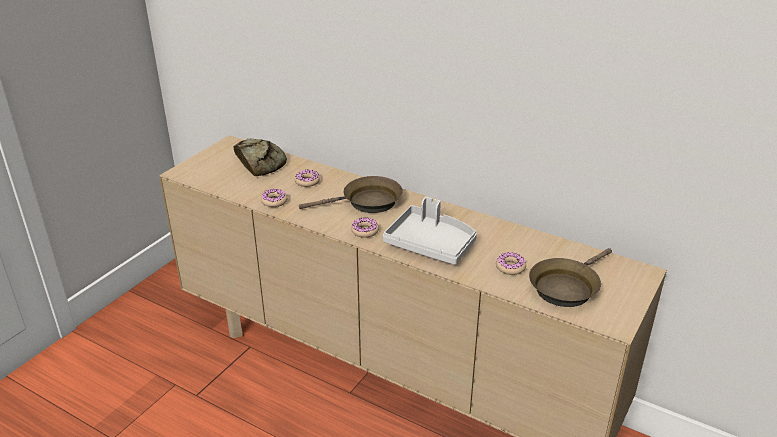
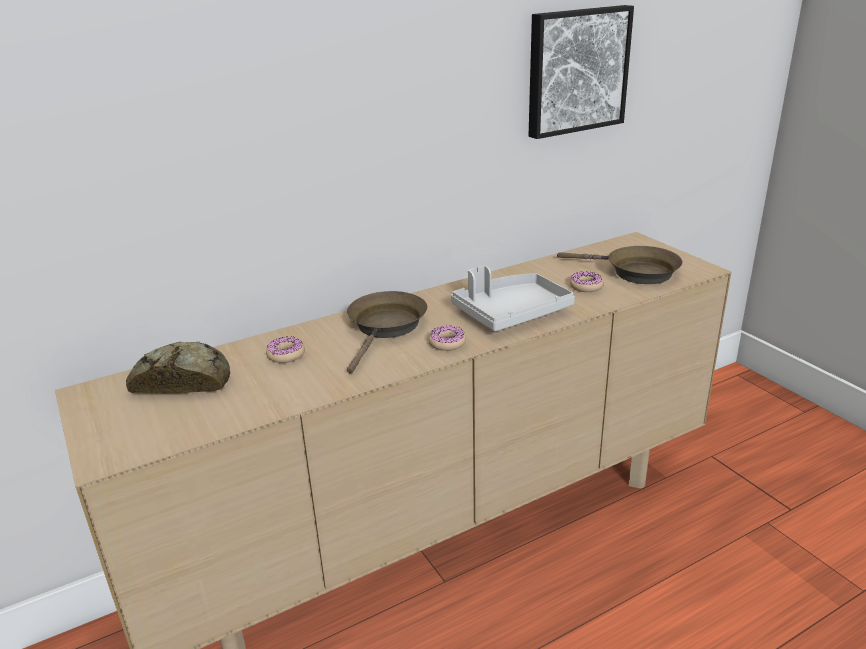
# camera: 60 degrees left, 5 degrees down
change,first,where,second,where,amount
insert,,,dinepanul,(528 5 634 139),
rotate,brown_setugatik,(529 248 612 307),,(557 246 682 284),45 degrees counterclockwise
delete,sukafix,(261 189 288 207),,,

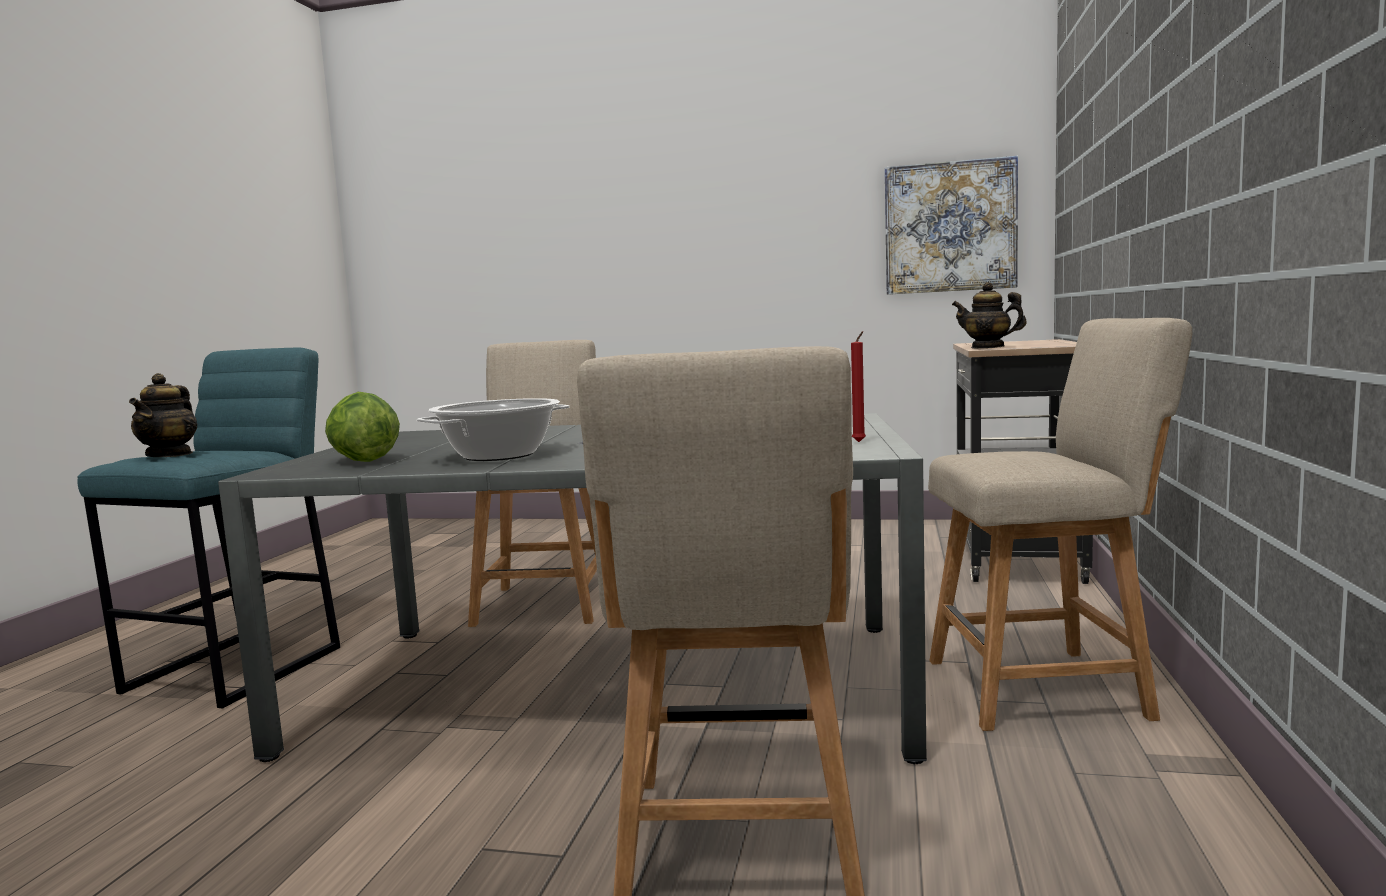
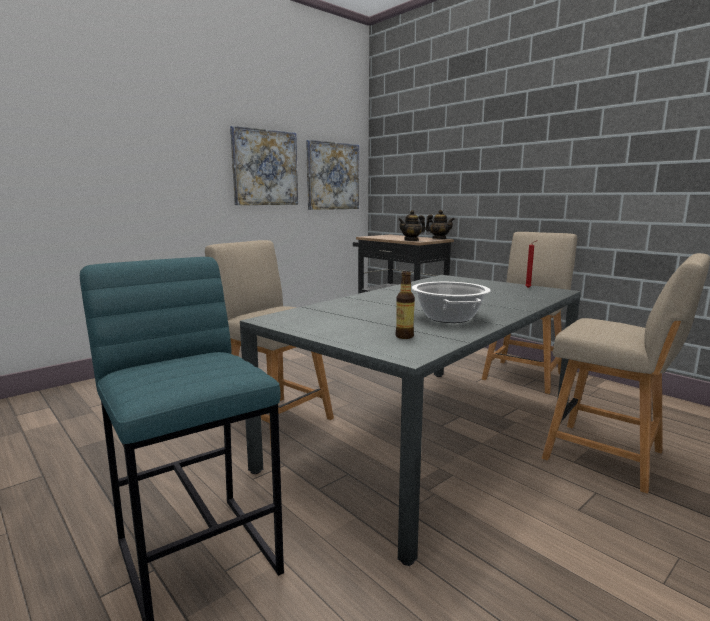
# camera: 55 degrees left, 5 degrees up
change,first,where,second,where,amount
insert,,,dinepanul,(230 126 298 205),
replace,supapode,(325 392 400 462),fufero,(395 271 415 339),
move,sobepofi,(129 373 197 457),,(426 210 455 239),

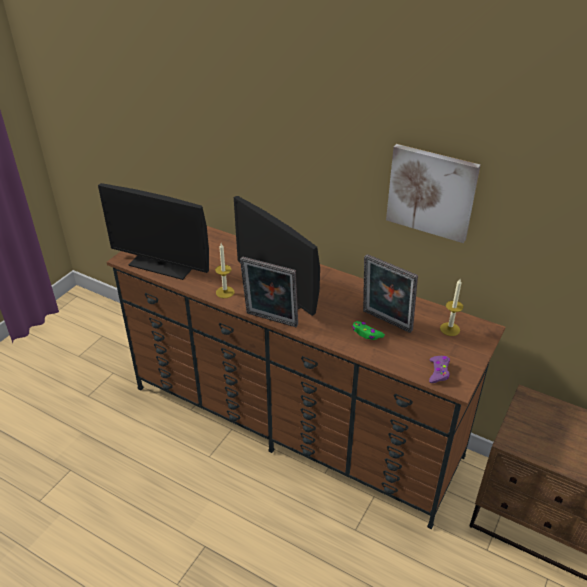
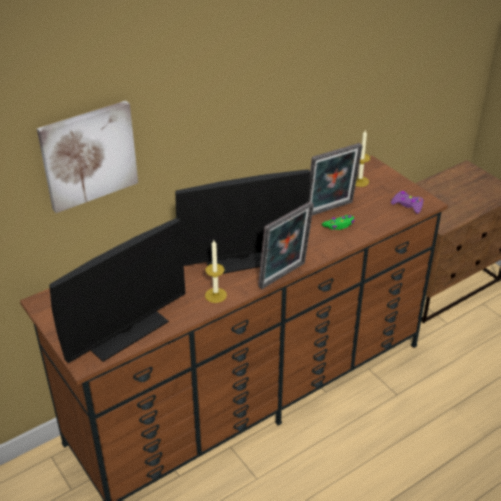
# camera: 65 degrees left, 0 degrees up
change,first,where,second,where,amount
move,dinepanul,(386 144 481 243),,(37 100 138 213),

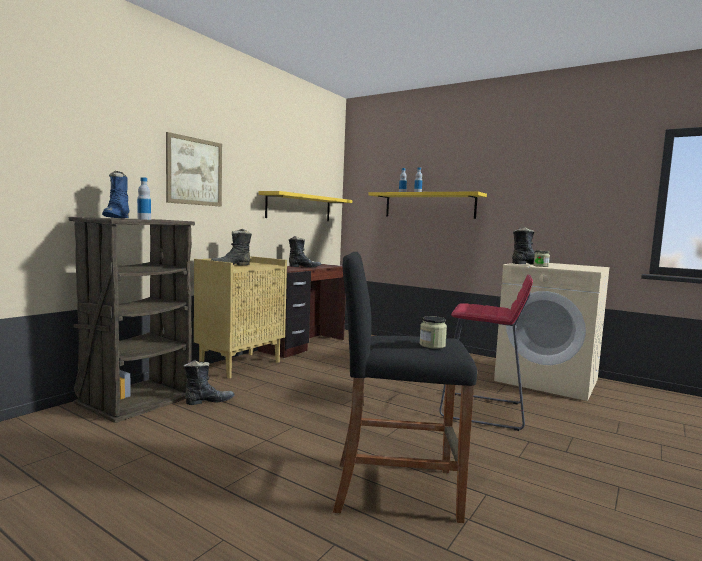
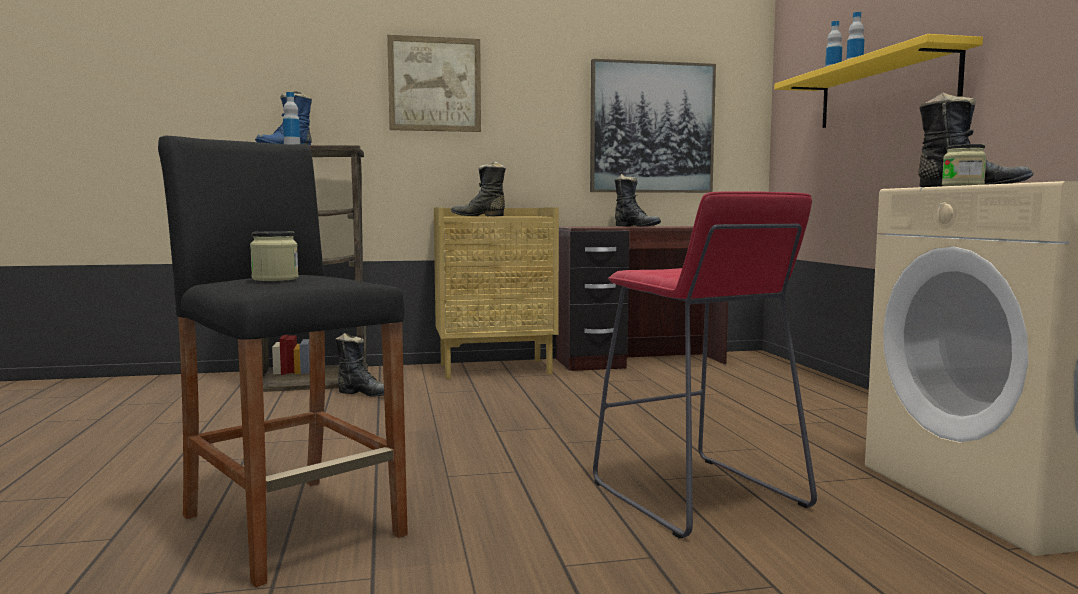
# camera: 45 degrees right, 0 degrees up
change,first,where,second,where,amount
replace,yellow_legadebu,(259 191 352 221),dinepanul,(590 59 716 193),

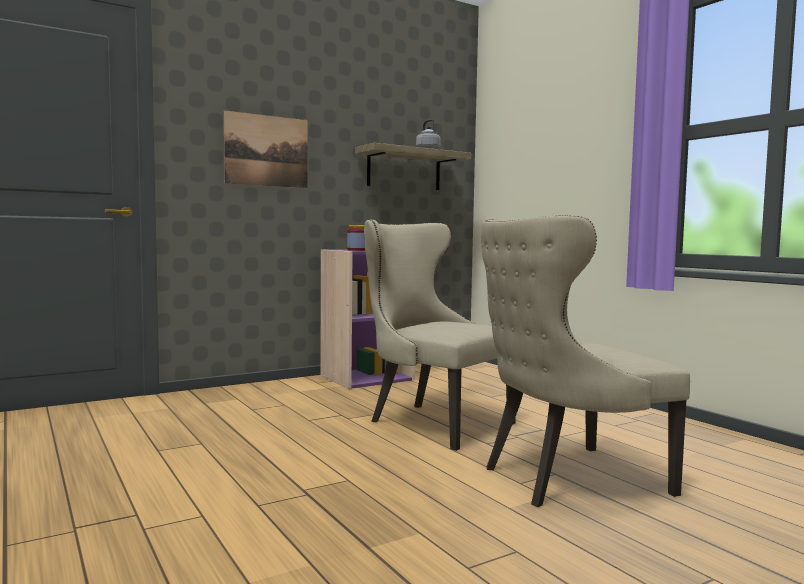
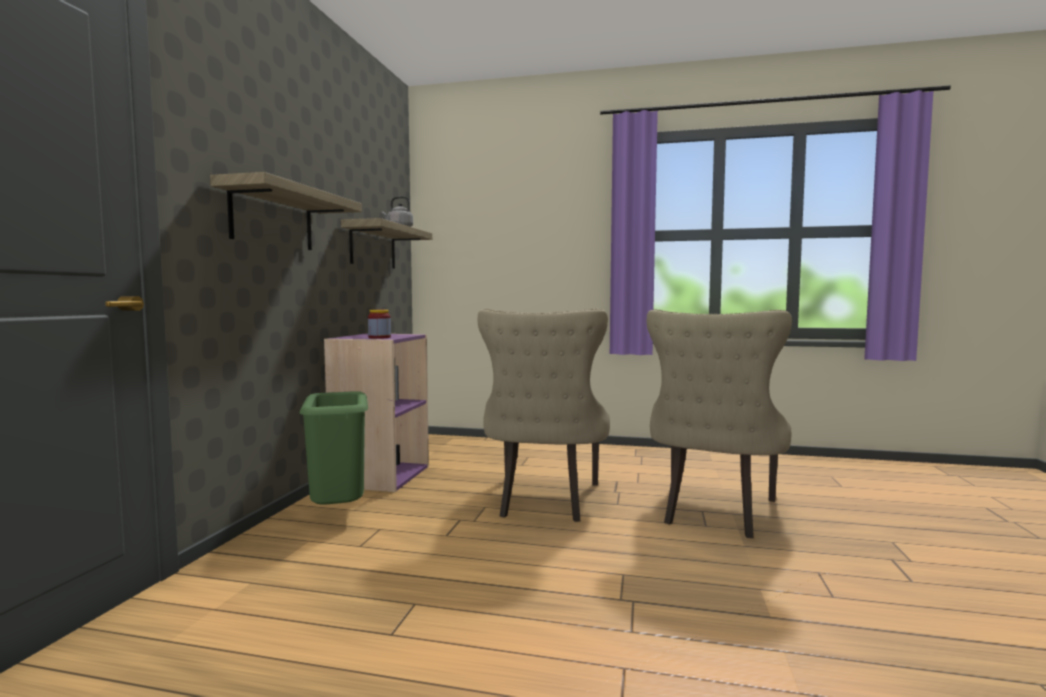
# camera: 45 degrees left, 0 degrees up
change,first,where,second,where,amount
replace,dinepanul,(224 110 308 188),legadebu,(210 172 362 250),
insert,,,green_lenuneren,(299 391 368 505),
rotate,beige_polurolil,(364 219 516 451),,(478 309 610 522),75 degrees counterclockwise

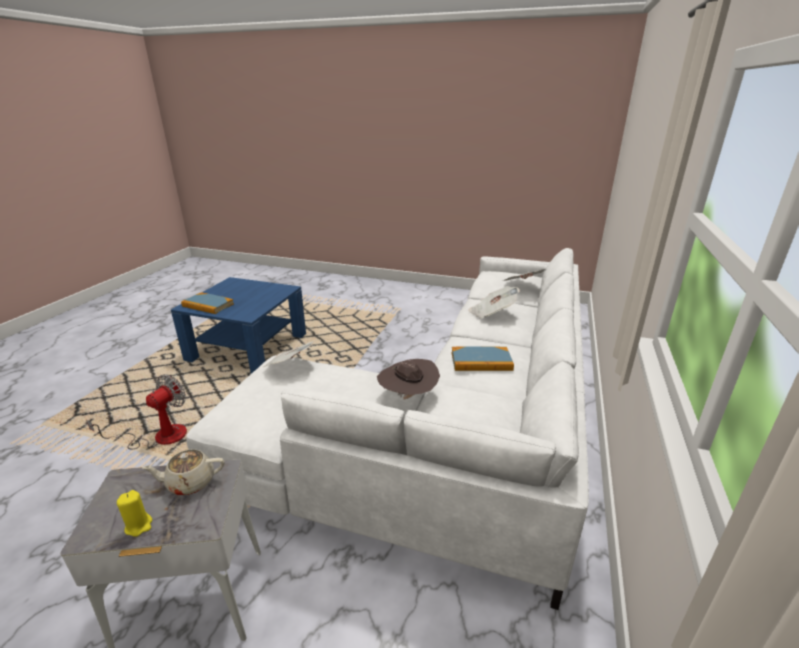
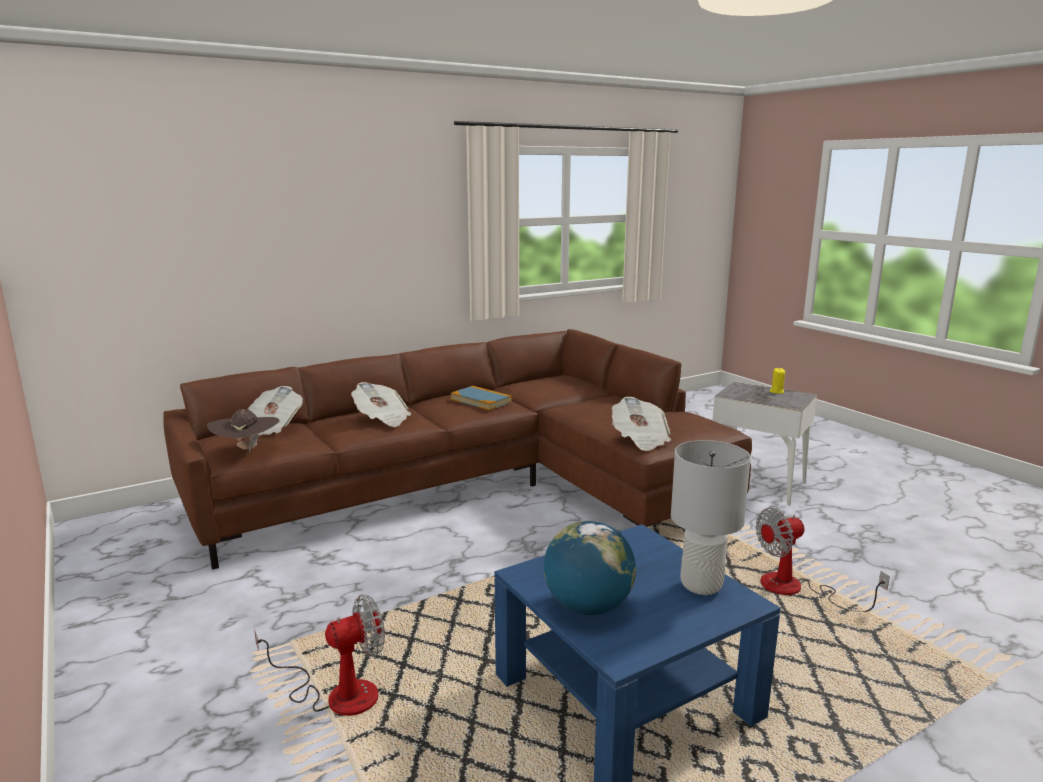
# camera: 140 degrees left, 10 degrees down
change,first,where,second,where,amount
recolor,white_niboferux,(186 248 589 610),brown_niboferux,(163 329 752 570),
move,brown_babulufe,(377 359 440 400),,(207 409 279 453),
insert,,,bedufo,(254 594 385 716),
insert,,,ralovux,(544 521 636 615),
replace,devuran,(181 292 234 314),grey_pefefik,(671 440 751 595),
delete,beige_sobepofi,(142 449 225 495),,,

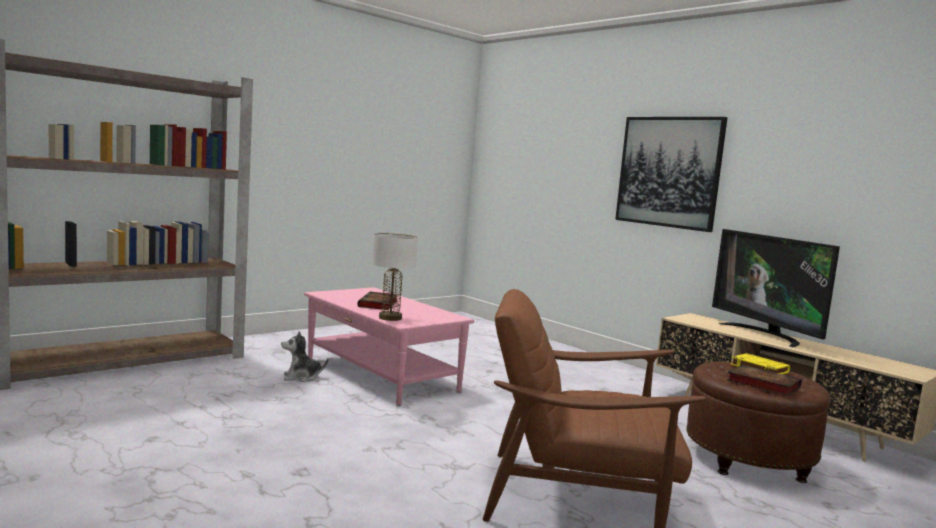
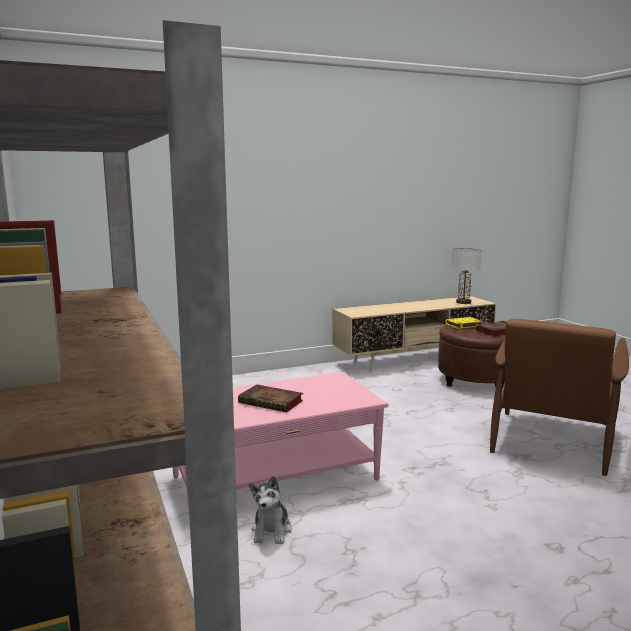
# camera: 70 degrees left, 5 degrees up
change,first,where,second,where,amount
move,pefefik,(372 233 418 321),,(451 248 481 304),
delete,dinepanul,(615 117 728 232),,,
delete,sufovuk,(712 229 840 347),,,

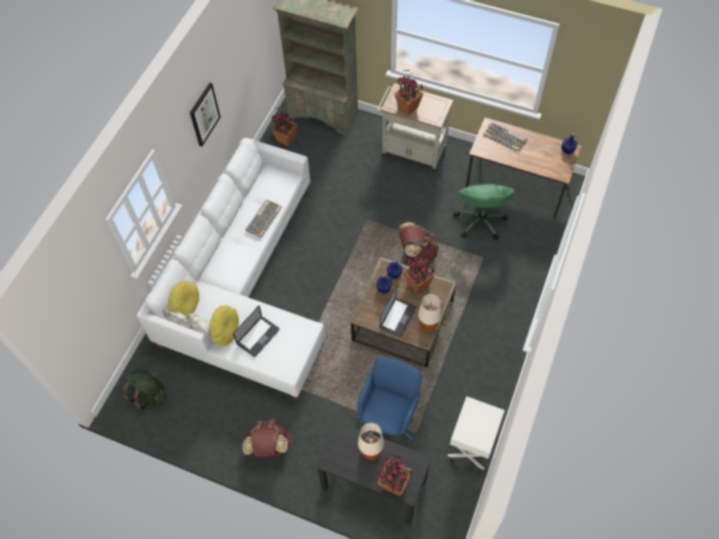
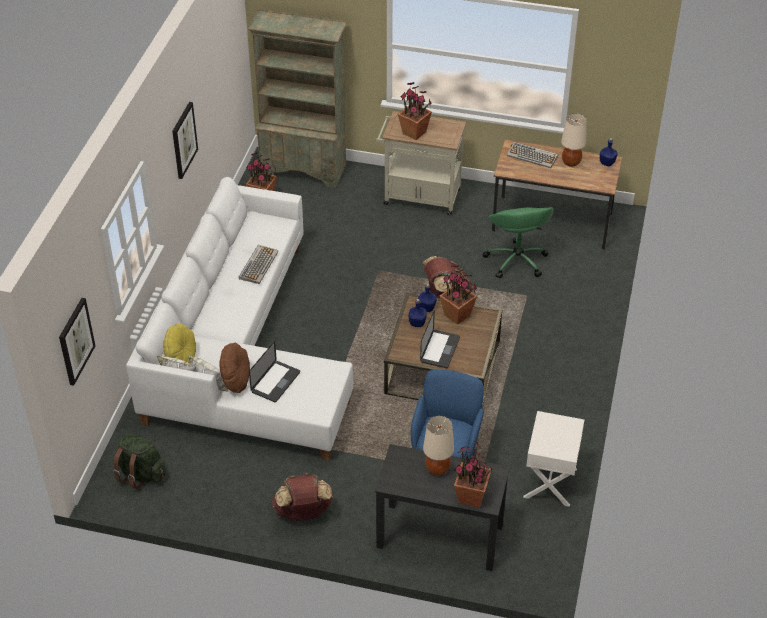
# camera: 10 degrees left, 15 degrees down
change,first,where,second,where,amount
insert,,,dinepanul,(59 298 95 386),
recolor,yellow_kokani,(209 305 239 346),brown_kokani,(219 342 250 393),
move,beige_pefefik,(418 294 441 332),,(561 113 587 167),

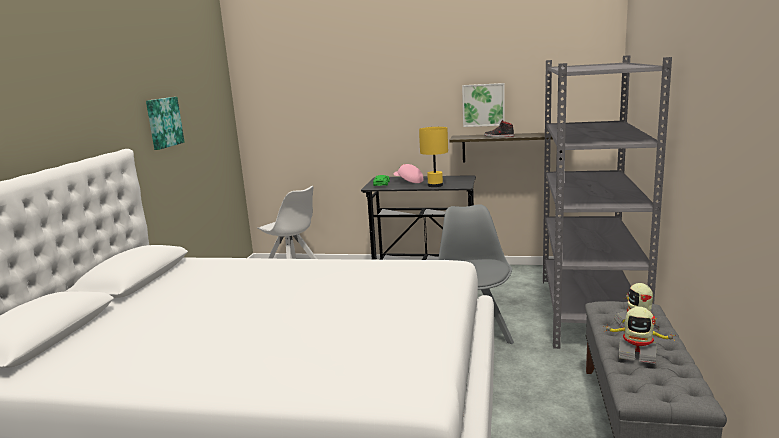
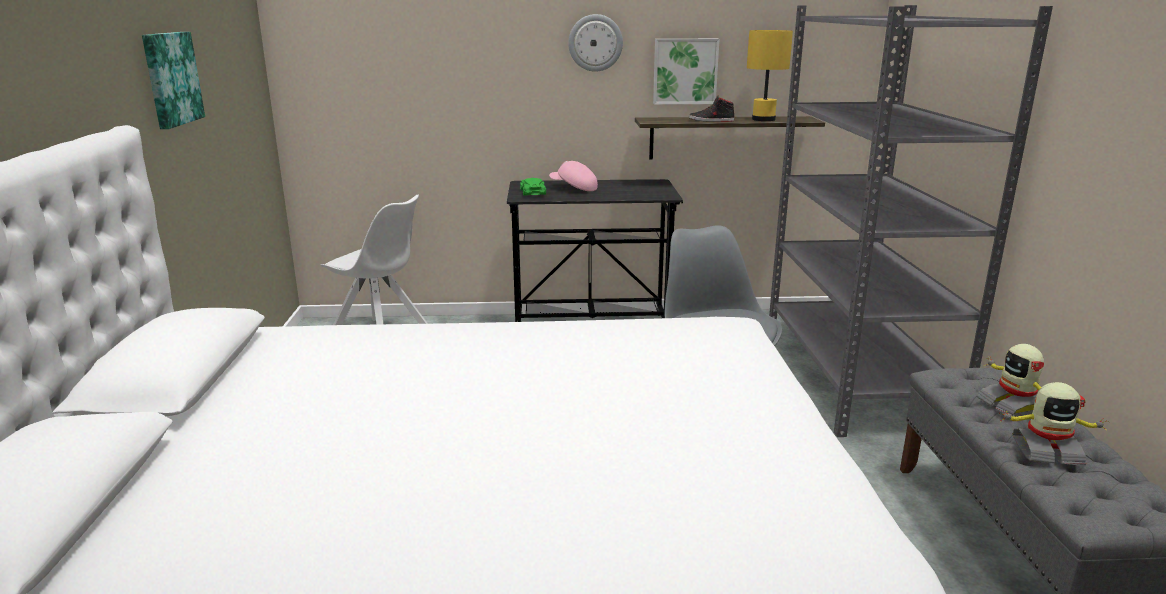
# camera: 15 degrees left, 5 degrees up
change,first,where,second,where,amount
insert,,,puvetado,(568 14 623 72),
move,yellow_pefefik,(419 127 448 187),,(747 30 793 121),

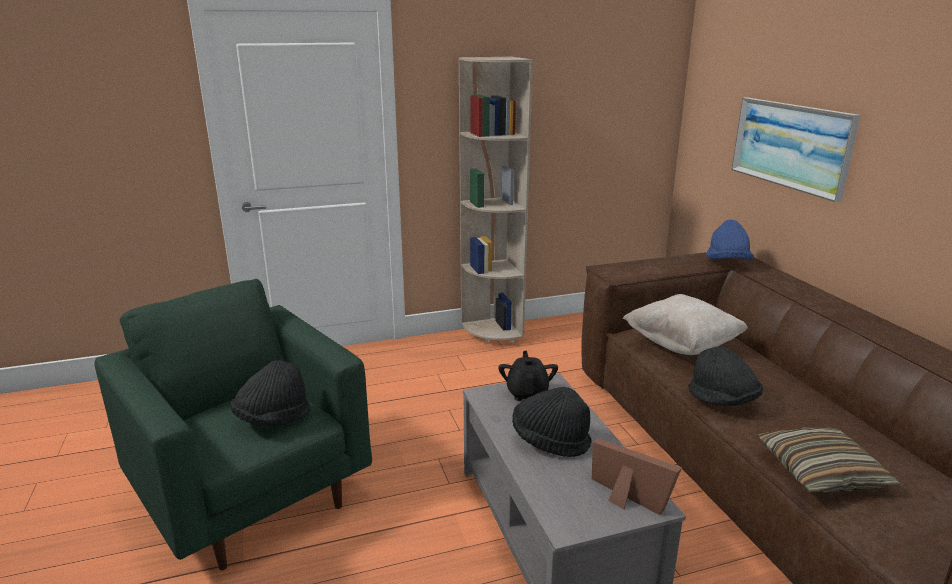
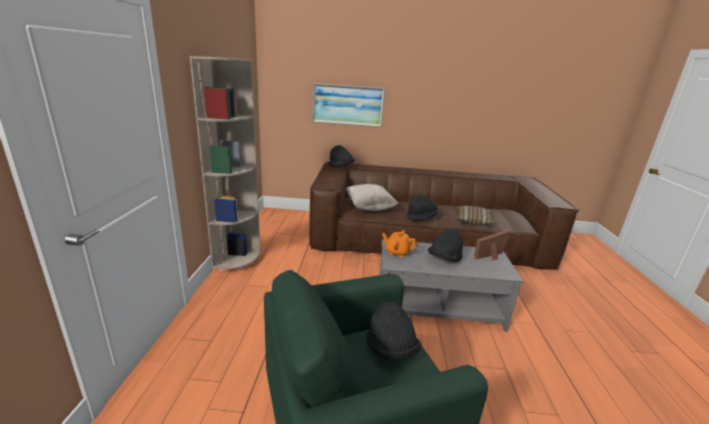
# camera: 70 degrees left, 0 degrees up
change,first,where,second,where,amount
recolor,blue_babulufe,(706 220 754 261),black_babulufe,(328 145 355 167),
recolor,black_sobepofi,(498 351 558 401),orange_sobepofi,(382 230 417 257),

